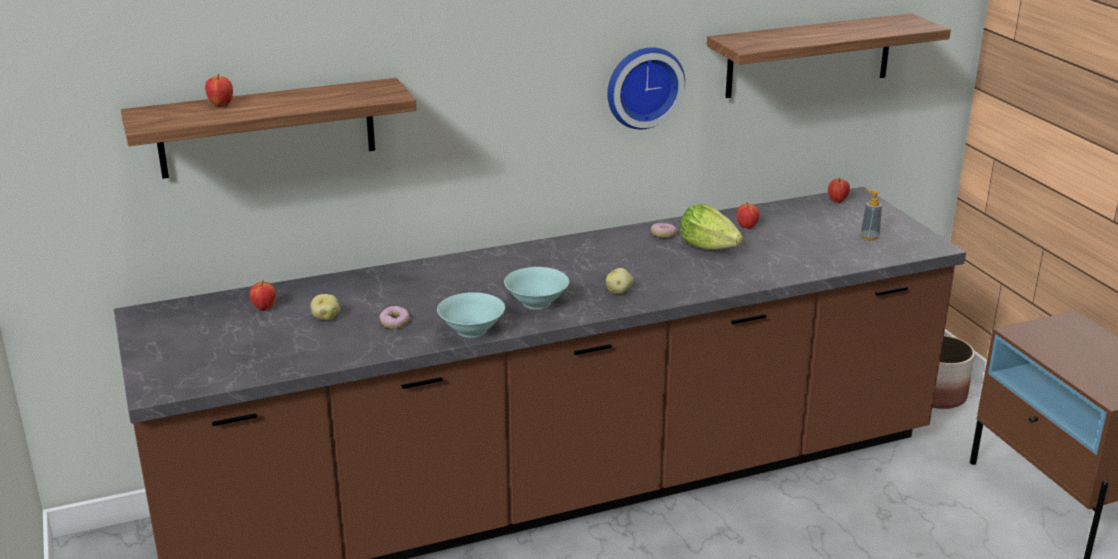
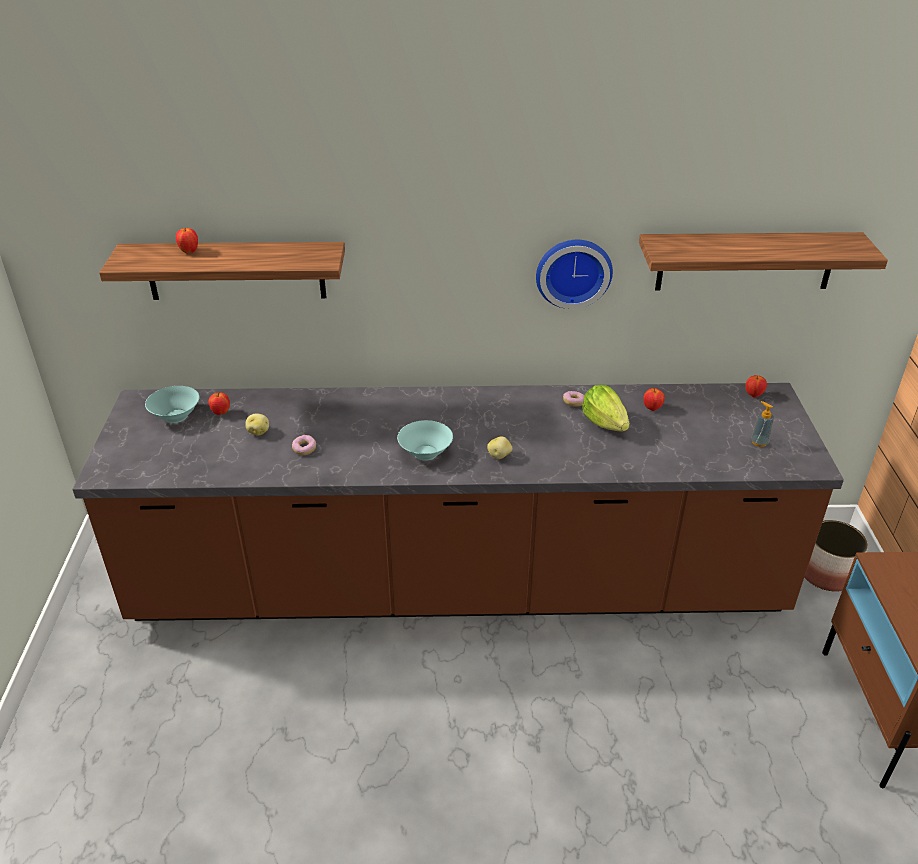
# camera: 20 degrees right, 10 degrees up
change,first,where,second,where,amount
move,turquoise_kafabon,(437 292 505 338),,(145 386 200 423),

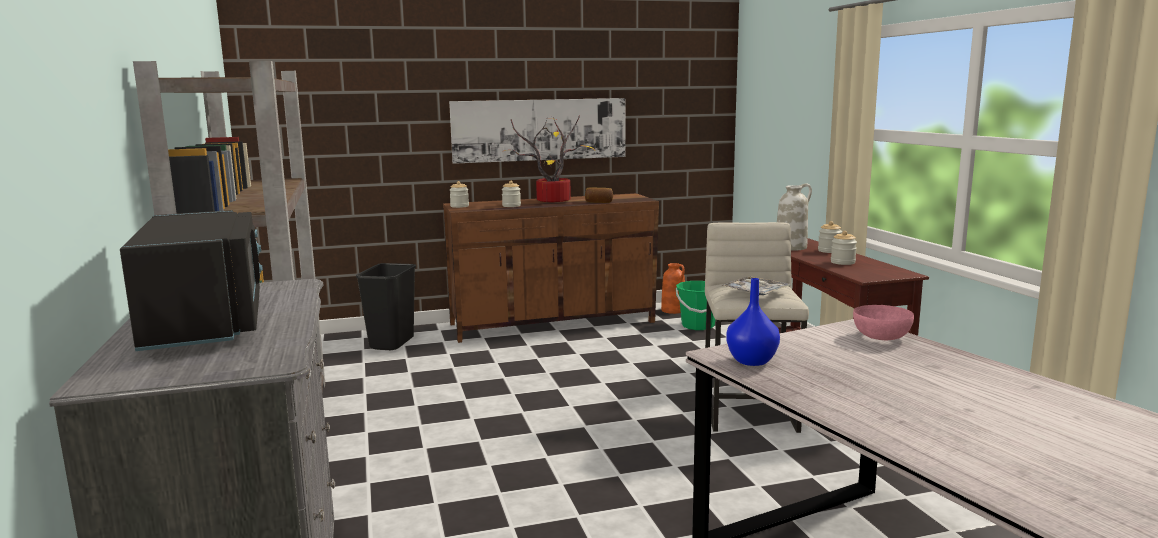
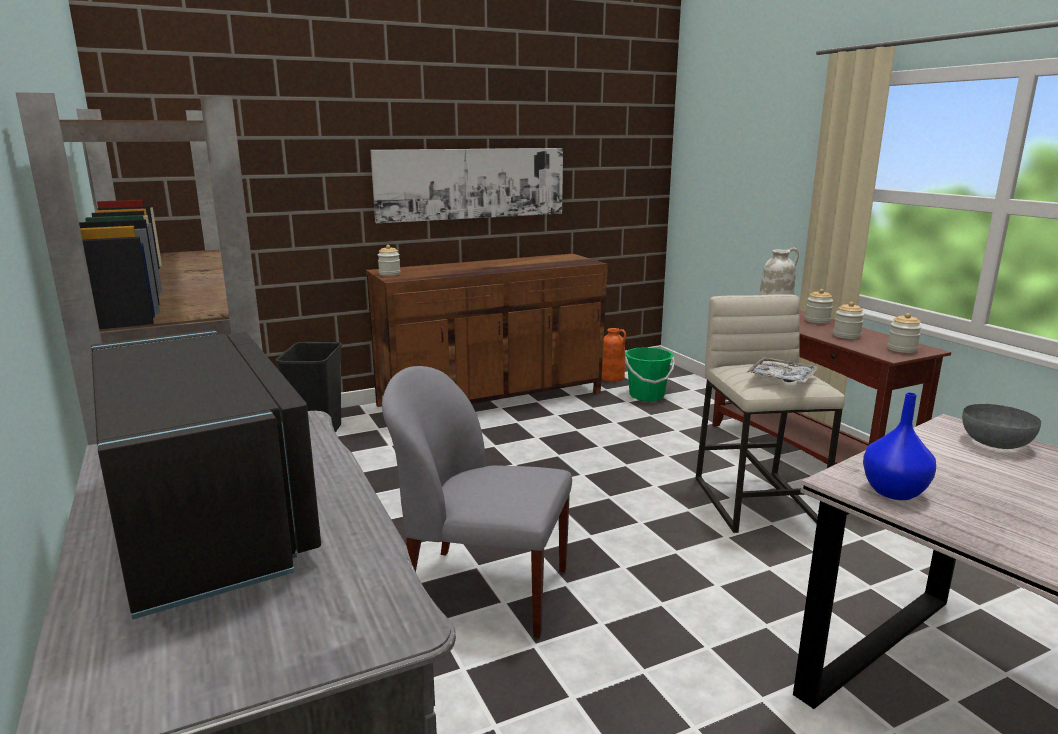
# camera: 10 degrees left, 5 degrees up
change,first,where,second,where,amount
insert,,,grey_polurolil,(382 366 572 638),
move,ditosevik,(502 181 521 207),,(887 313 922 353),
recolor,pink_kafabon,(853 305 914 340),grey_kafabon,(962 404 1041 449),
delete,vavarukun,(504 115 595 202),,,
delete,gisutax,(585 187 613 203),,,

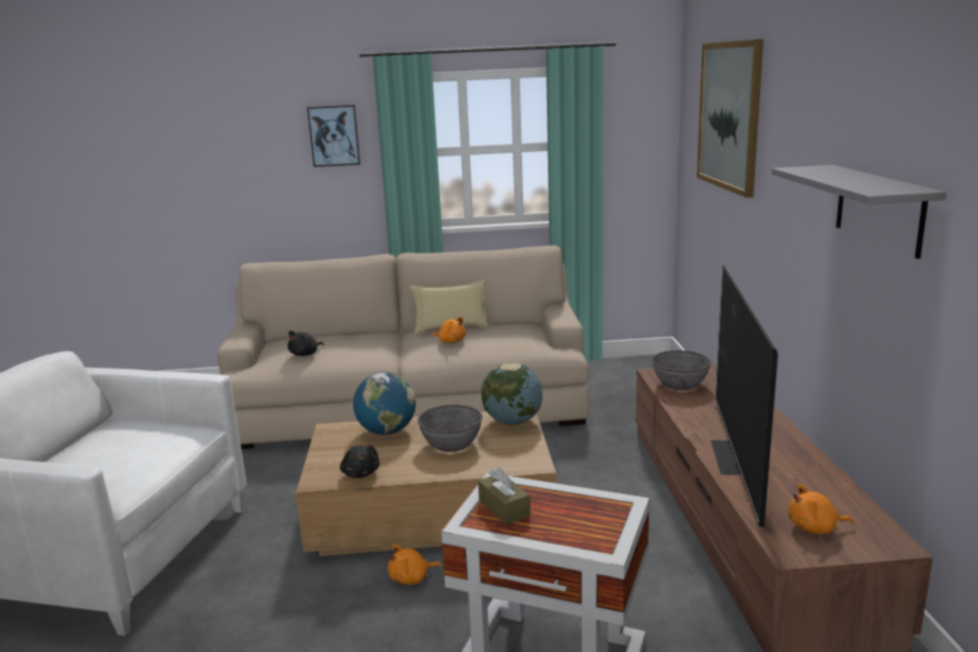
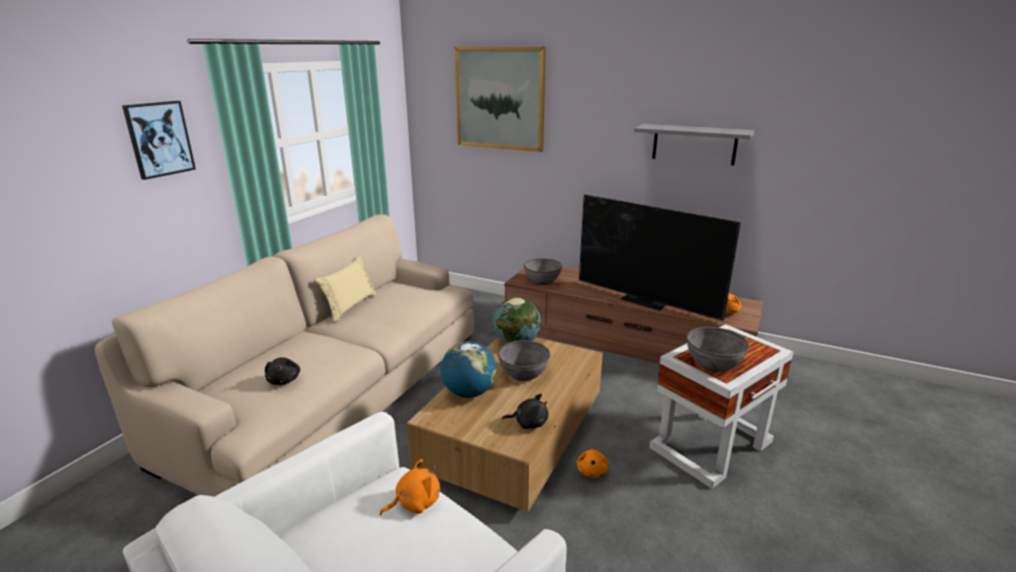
# camera: 60 degrees left, 5 degrees up
change,first,where,second,where,amount
move,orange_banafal,(431 317 466 343),,(380 459 440 515),
replace,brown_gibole,(478 467 531 525),grey_kafabon,(686 327 749 372),

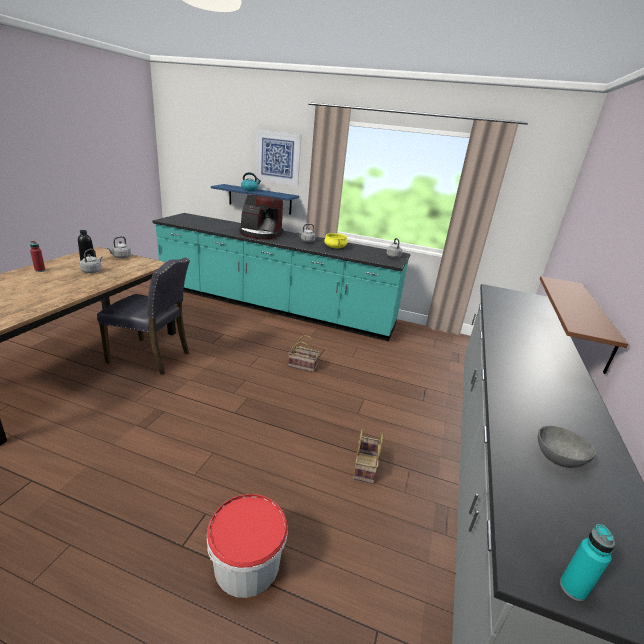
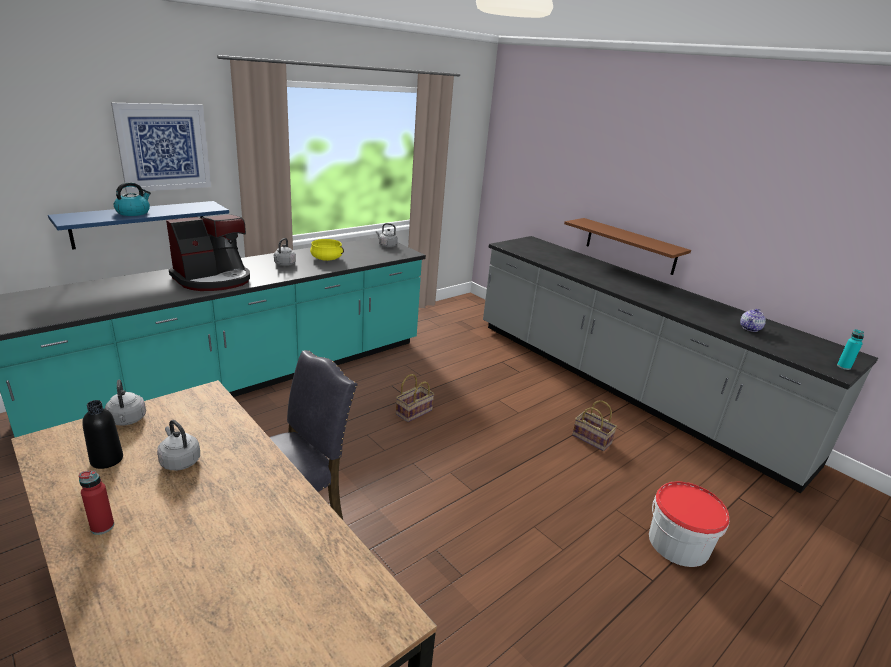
# camera: 60 degrees left, 0 degrees up
change,first,where,second,where,amount
replace,grey_kafabon,(538 426 596 468),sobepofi,(740 309 766 332),

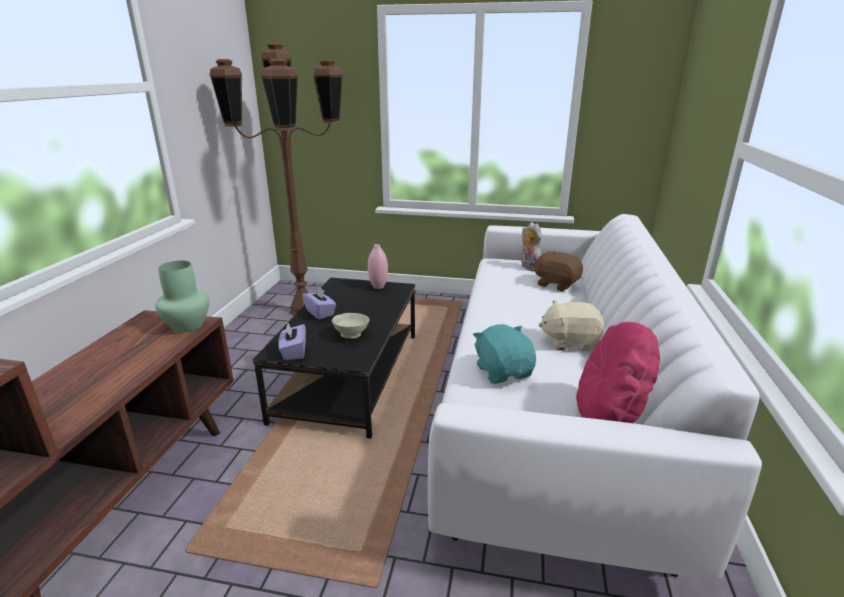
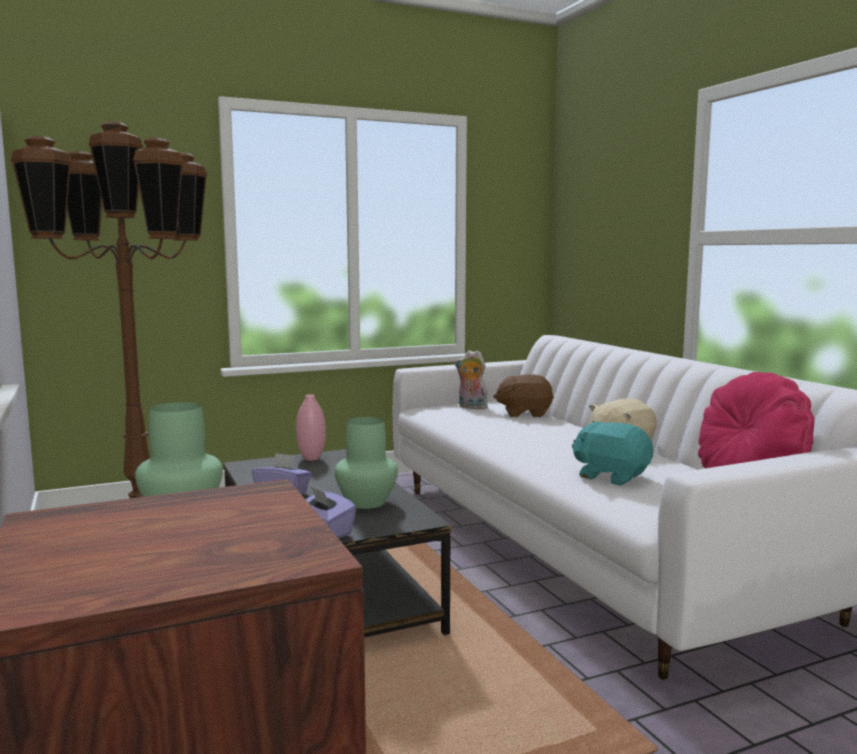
# camera: 35 degrees left, 15 degrees down
change,first,where,second,where,amount
replace,beige_kafabon,(332 313 370 339),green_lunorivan,(334 417 398 509),

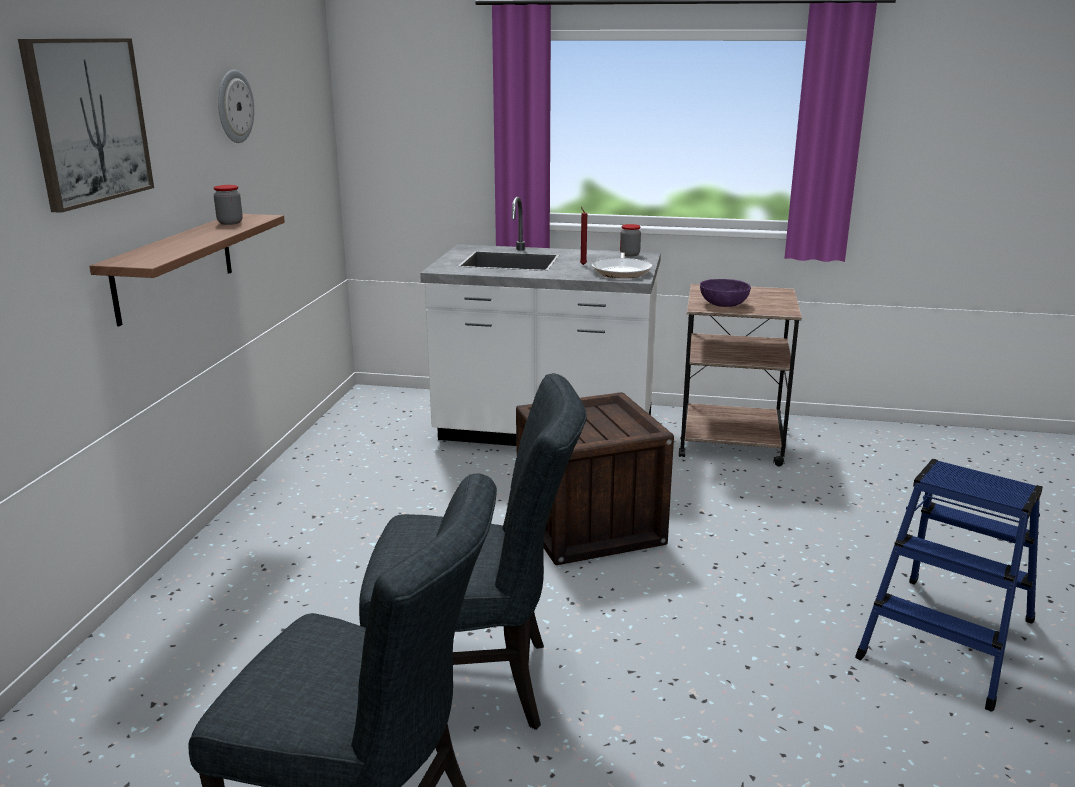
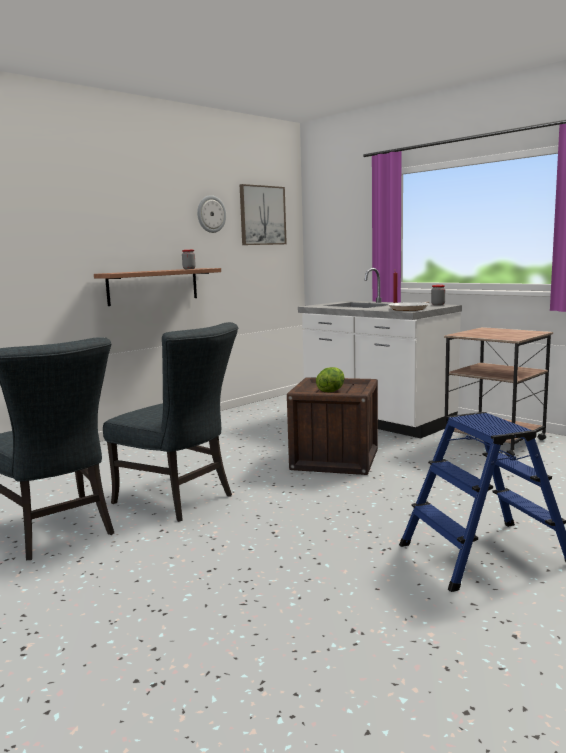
# camera: 35 degrees right, 10 degrees down
change,first,where,second,where,amount
move,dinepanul,(18 38 154 213),,(240 184 287 245),
insert,,,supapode,(316 367 344 392),
delete,purple_kafabon,(700 279 751 307),,,

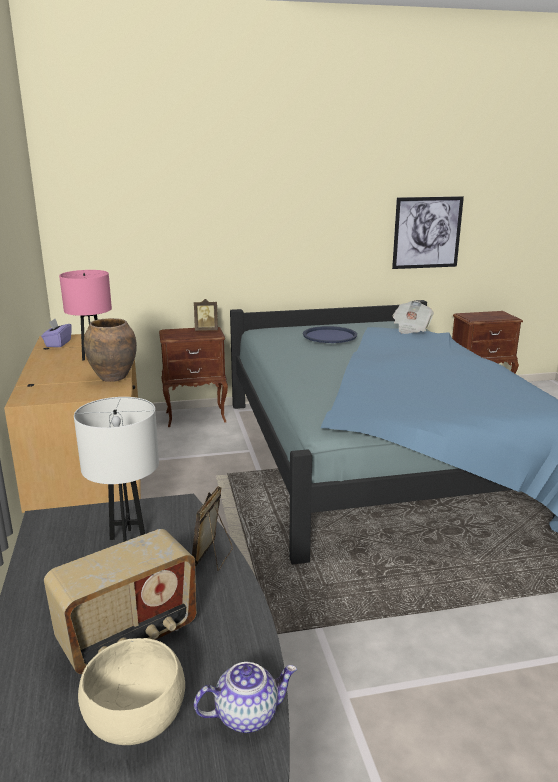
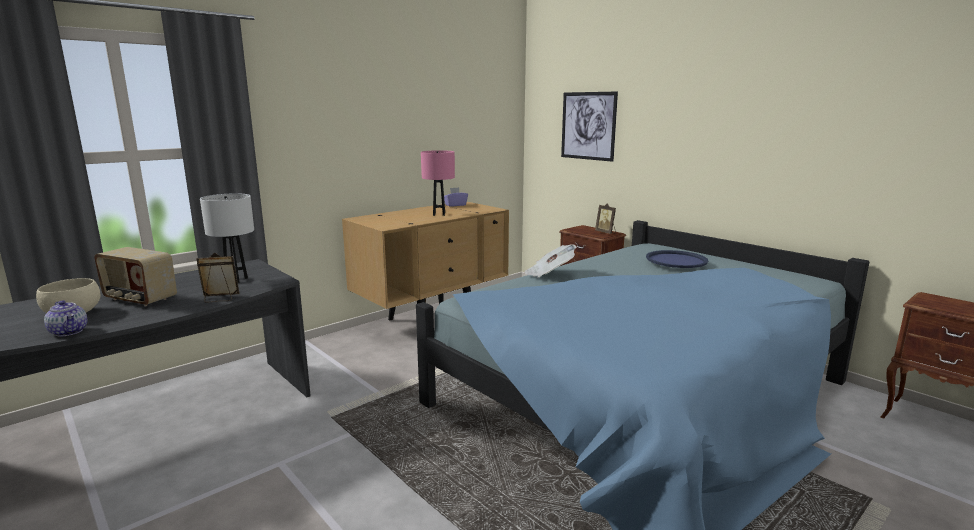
# camera: 60 degrees right, 5 degrees down
change,first,where,second,where,amount
move,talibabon,(393 301 434 334),,(524 244 577 277),
move,dinepanul,(392 196 464 269),,(561 92 618 162),
delete,brown_lunorivan,(84 318 137 382),,,

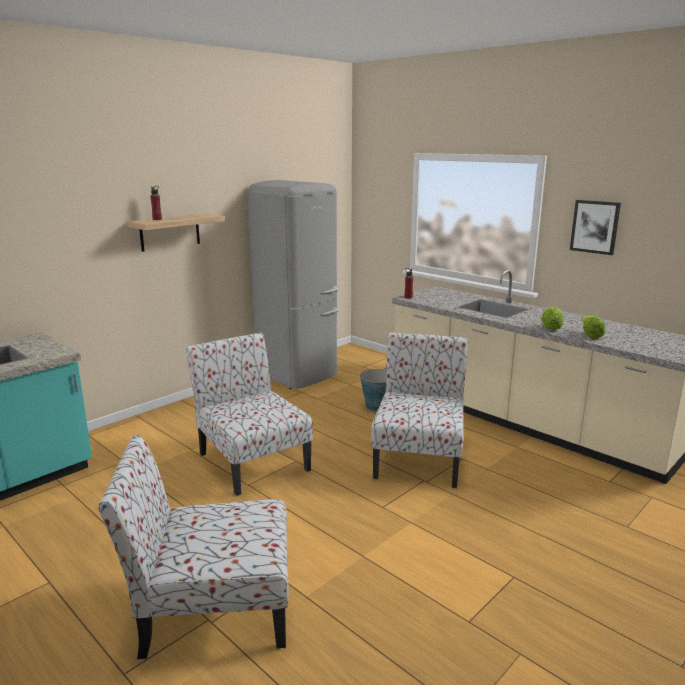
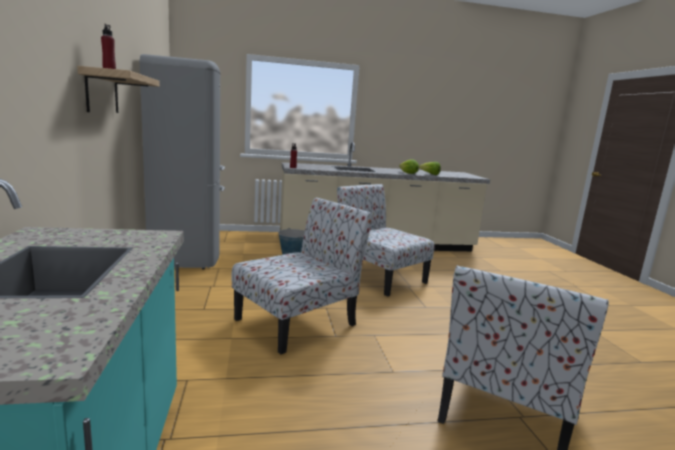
# camera: 55 degrees left, 5 degrees down
change,first,where,second,where,amount
rotate,polurolil,(186 333 313 496),,(232 197 373 354),135 degrees clockwise
delete,dinepanul,(570 200 621 255),,,

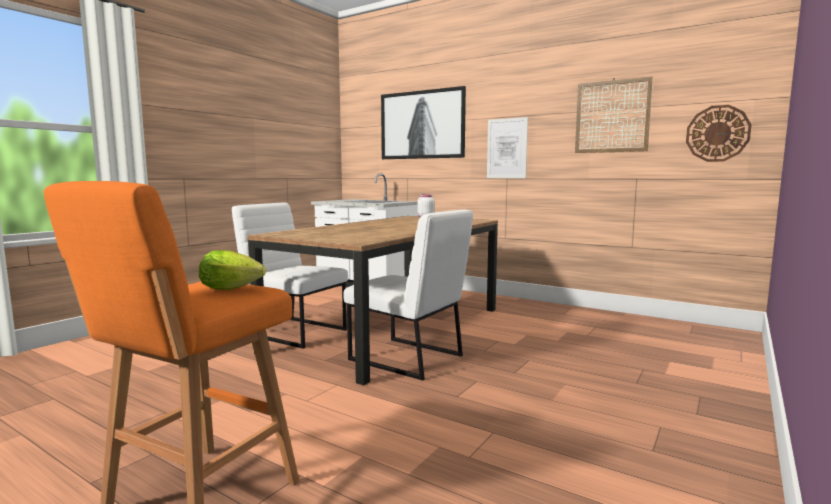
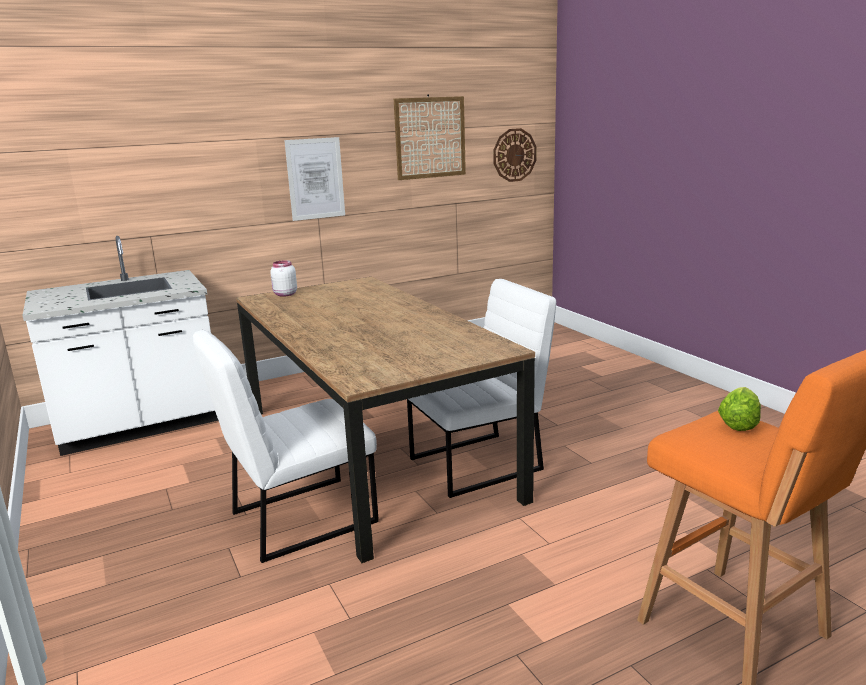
# camera: 60 degrees left, 10 degrees up
change,first,where,second,where,amount
delete,dinepanul,(381 86 466 159),,,

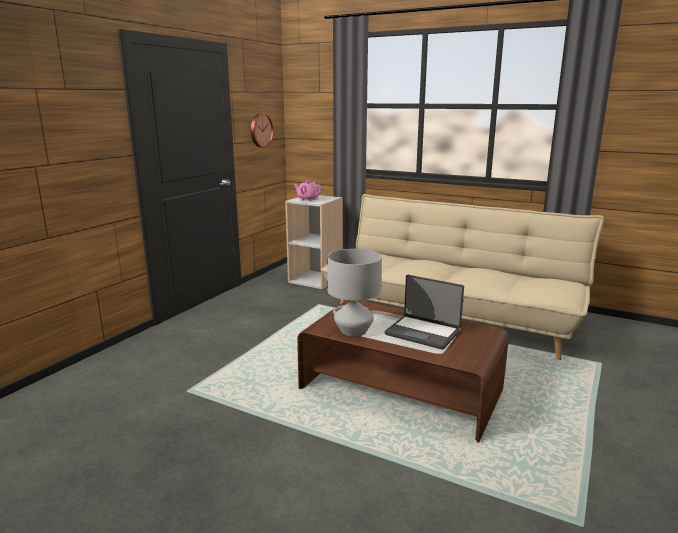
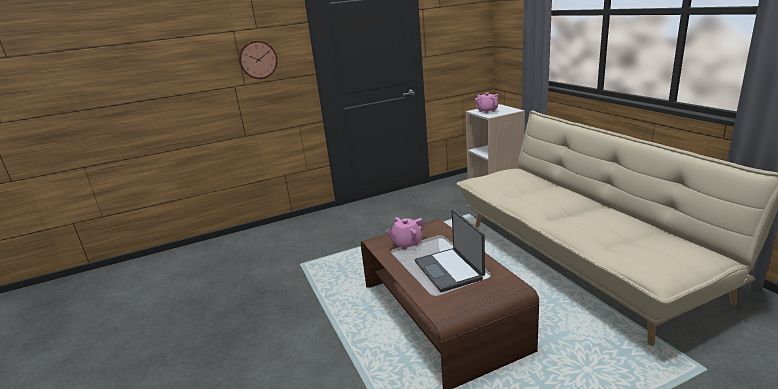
# camera: 40 degrees right, 5 degrees up
change,first,where,second,where,amount
move,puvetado,(251 113 274 148),,(239 40 278 79),
replace,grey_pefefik,(327 249 382 337),pink_sobepofi,(386 217 425 250),

